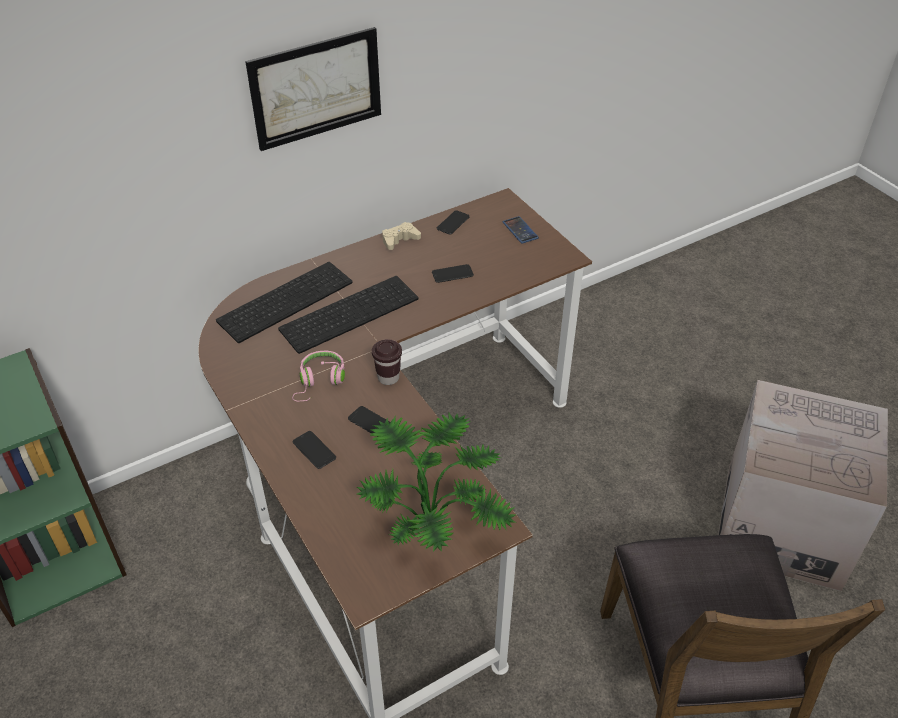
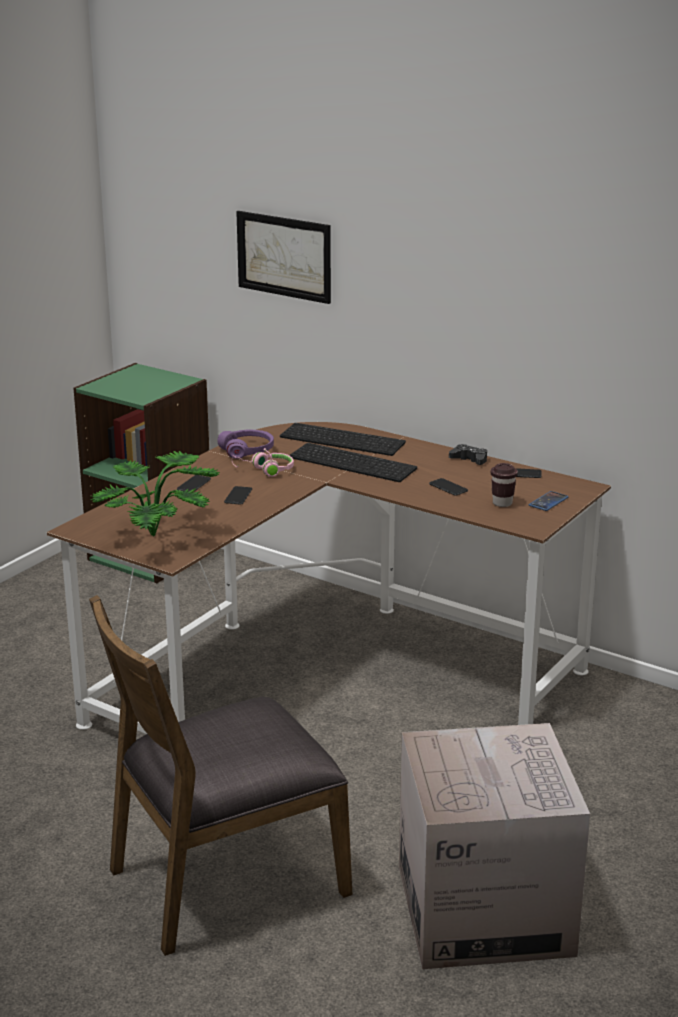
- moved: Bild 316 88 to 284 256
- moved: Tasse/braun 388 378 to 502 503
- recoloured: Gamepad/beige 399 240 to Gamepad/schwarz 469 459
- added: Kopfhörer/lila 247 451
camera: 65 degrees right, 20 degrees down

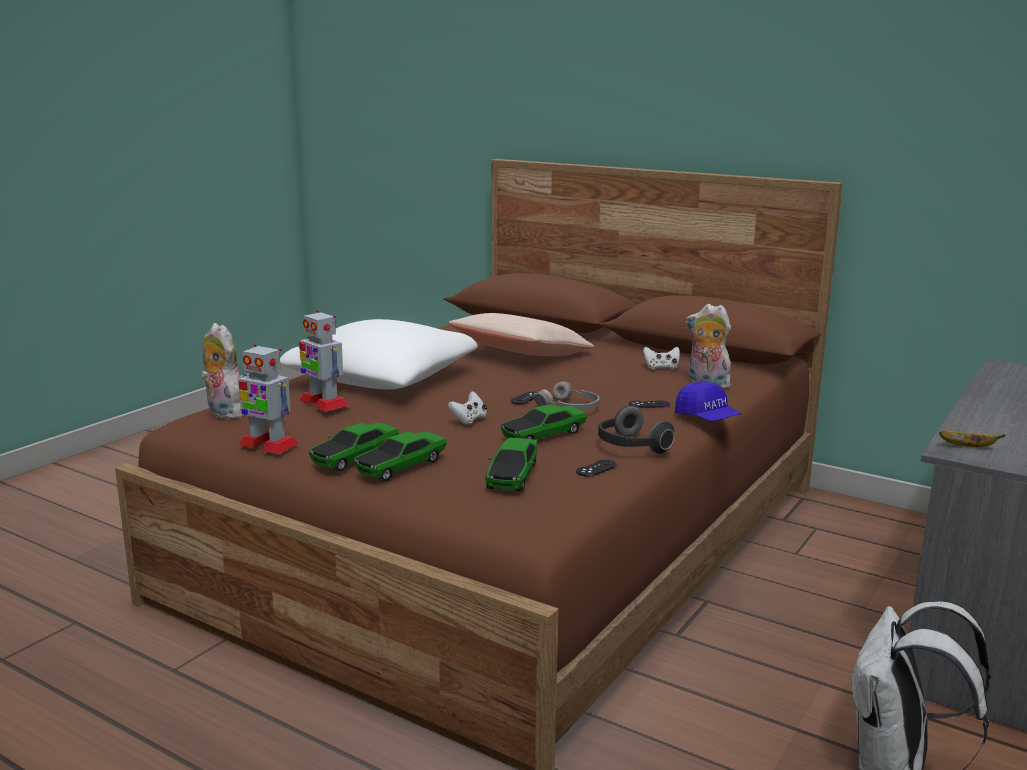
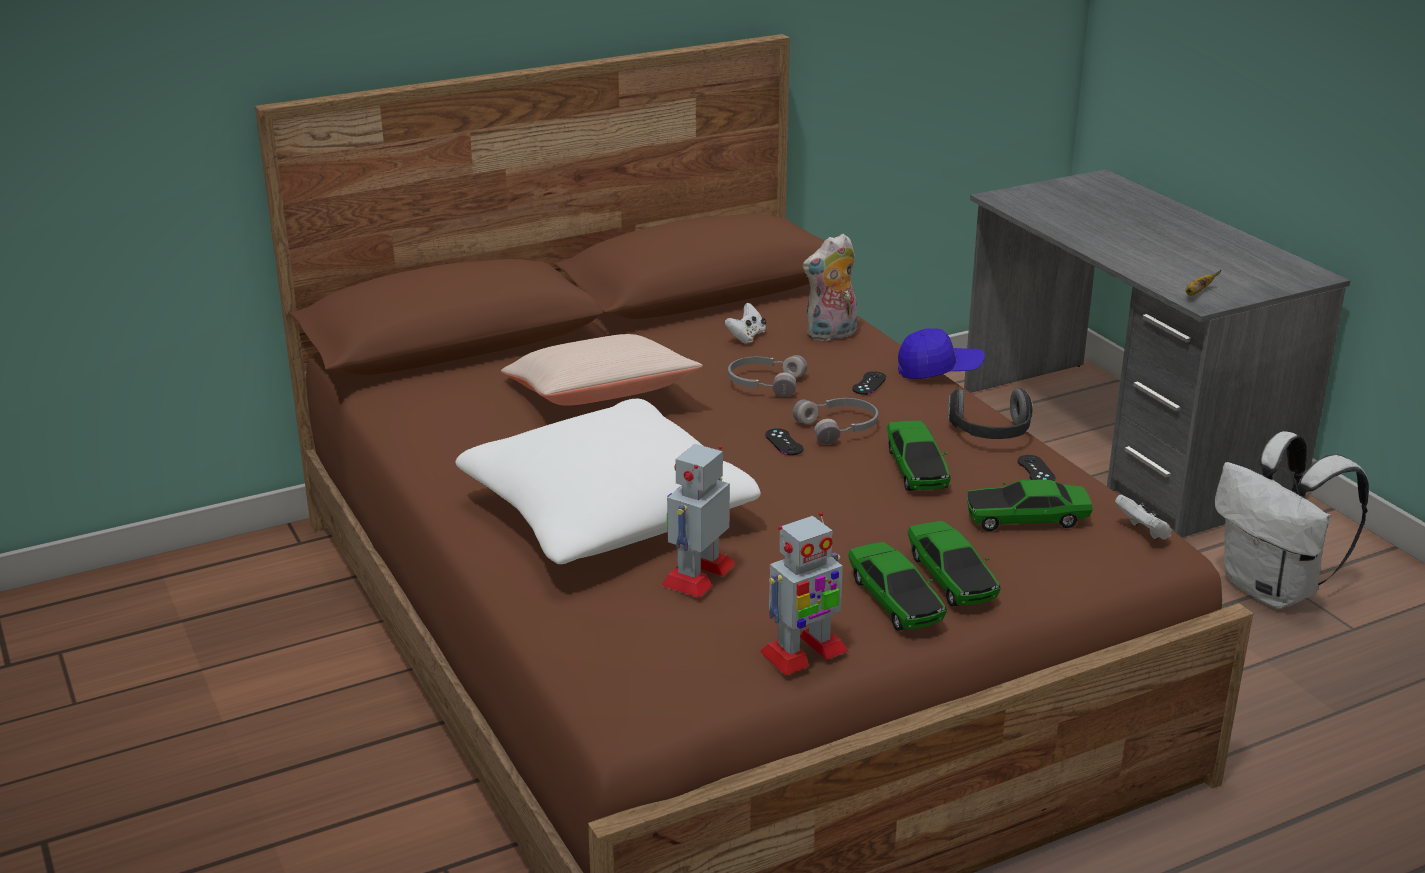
- removed: Plüschtier 223 413
- turned: Spielzeugroboter 323 402 = 698 574 135 degrees clockwise
- moved: Gamepad/weiß 469 420 to 1143 533
- turned: Spielzeugauto 513 475 = 1026 519 135 degrees clockwise
- added: Kopfhörer/grau 765 383
camera: 60 degrees left, 10 degrees up

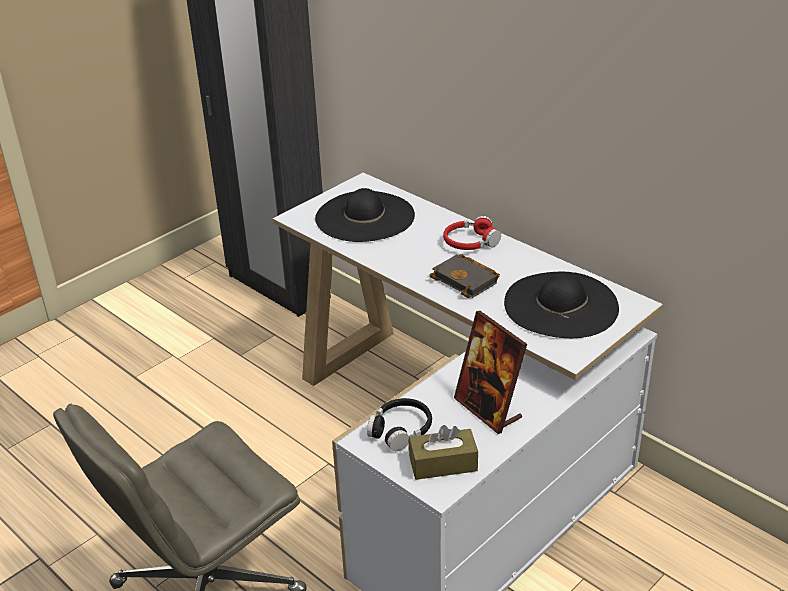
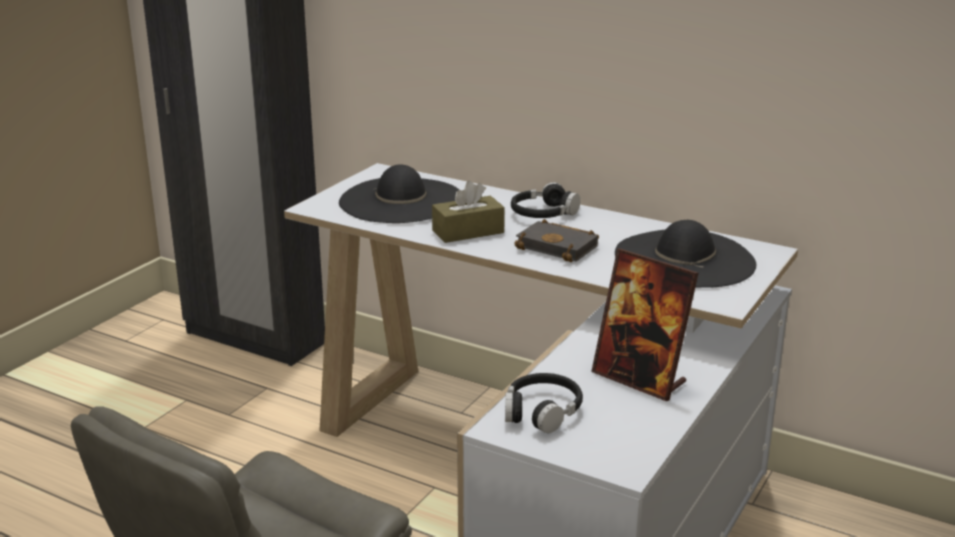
- moved: Taschentuchbox/braun 443 464 to 468 231
- recoloured: Kopfhörer/rot 470 242 to Kopfhörer/schwarz 543 213
camera: 15 degrees left, 10 degrees down

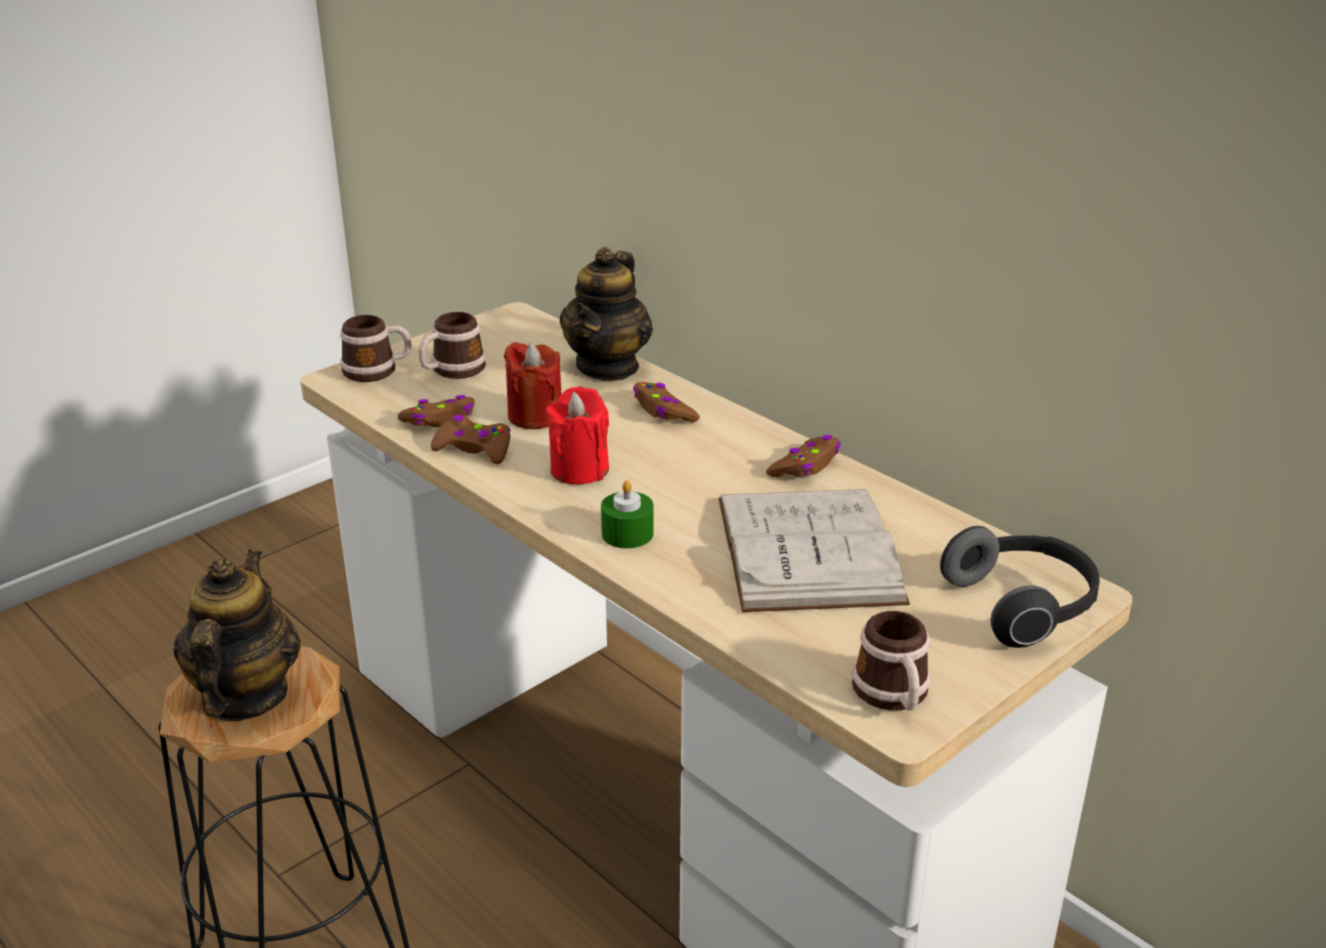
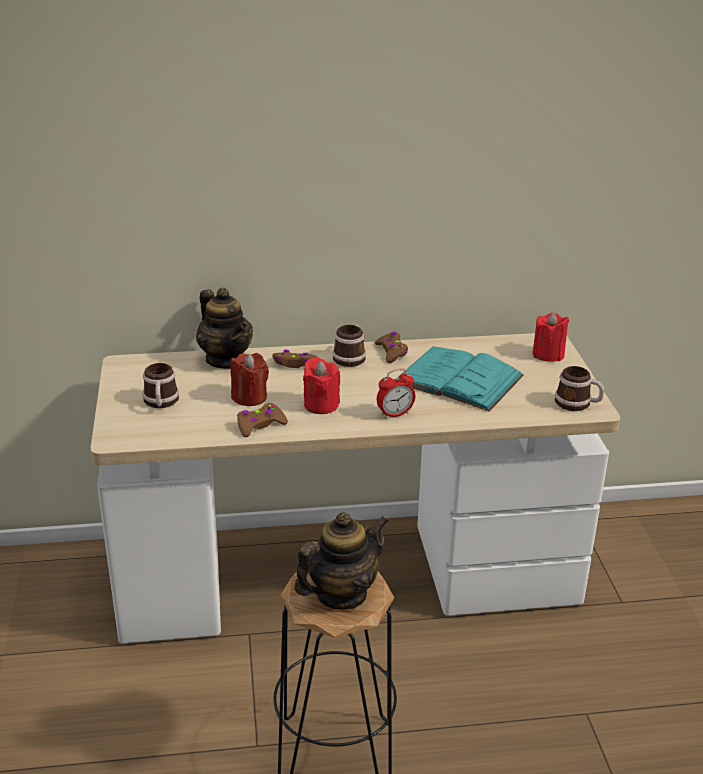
- turned: Teekanne 245 697 = 341 594 105 degrees clockwise
- moved: Henkelbecher 377 370 to 351 357
- removed: Gamepad/braun 440 420
- replaced: Kerze/grün 627 534 to Wecker 395 414
- recoloured: Buch/weiß 808 549 to Buch/türkis 458 379
- replaced: Kopfhörer 1022 606 to Kerze/rot 548 354
camera: 55 degrees left, 0 degrees up

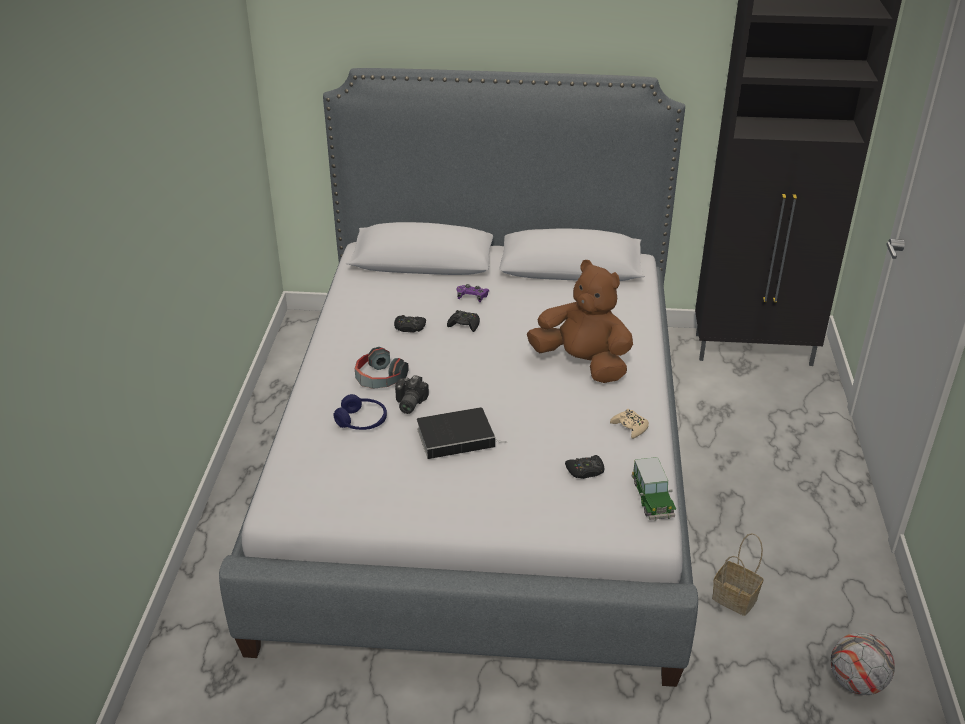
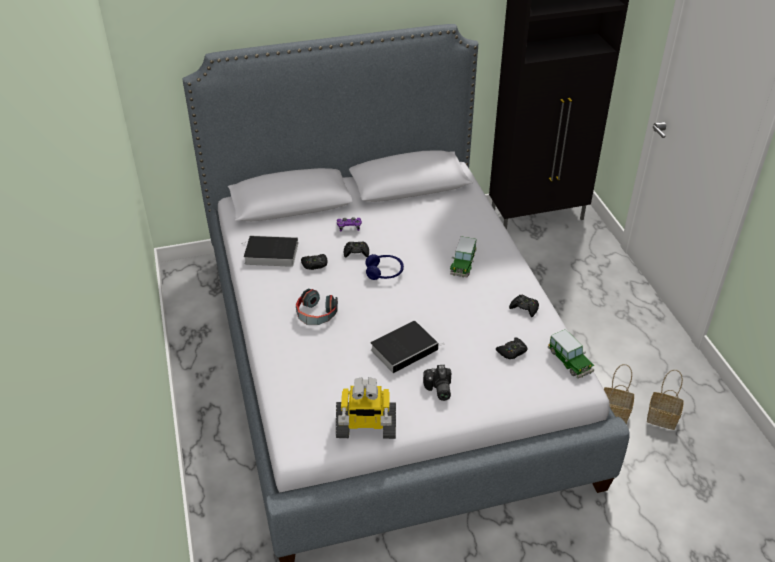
- moved: Kopfhörer/blau 362 421 to 384 272
- moved: Kamera 408 403 to 438 389
- replaced: Plüschtier/braun 582 363 to Spielzeugauto 463 264
- recoloured: Gamepad/beige 630 427 to Gamepad/schwarz 524 308
- removed: Fußball 856 682
- added: Buch 269 254
- added: Spielzeugroboter 365 427
- added: Korb 663 418
camera: 20 degrees left, 5 degrees up

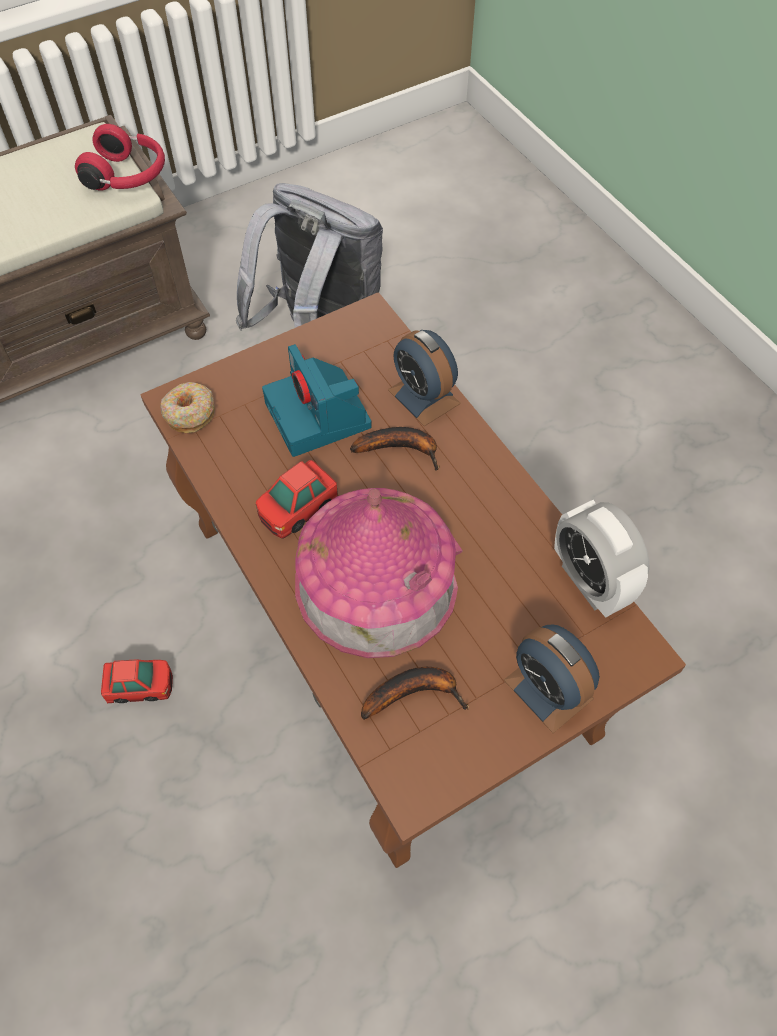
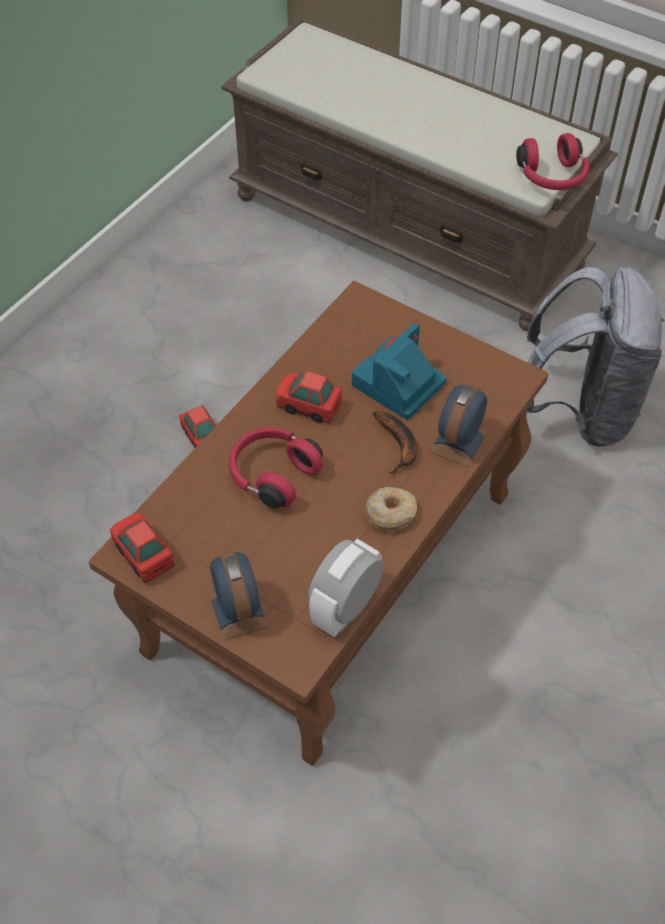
- moved: Donut 189 413 to 390 513
- replaced: Spielzeughaus 376 582 to Kopfhörer/rot 272 474
- removed: Banane 415 693
- turned: Wecker 548 689 = 238 609 135 degrees clockwise
- added: Spielzeugauto 143 554
camera: 65 degrees right, 5 degrees down

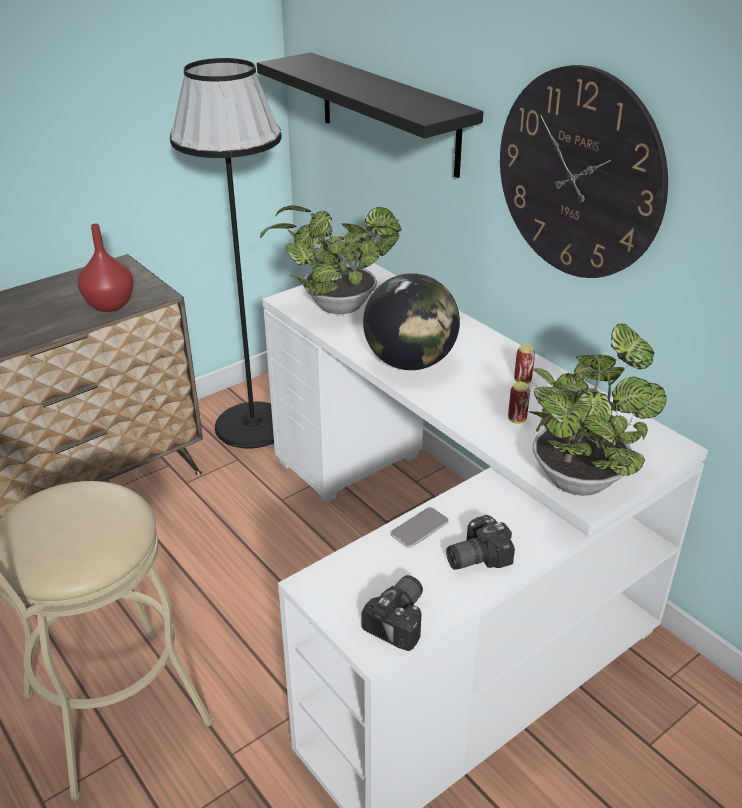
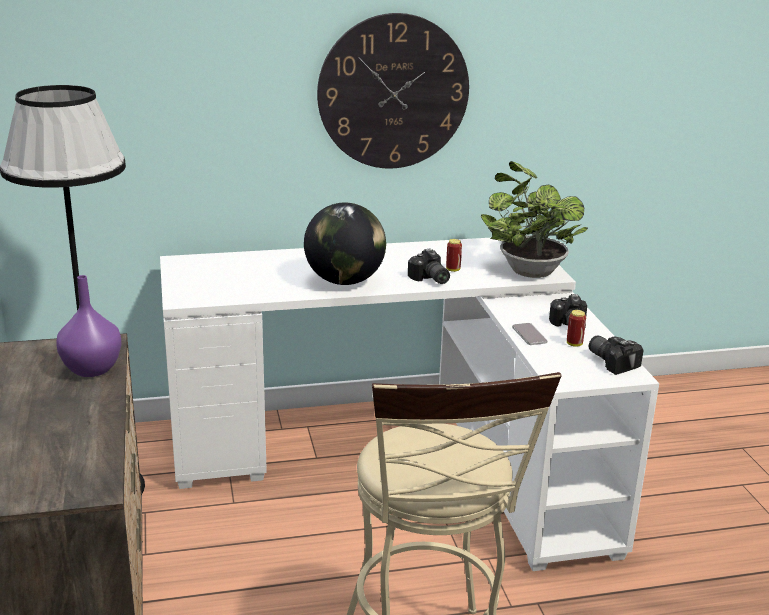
- recoloured: Vase/rot 109 305 to Vase/lila 91 369
- removed: Wandregal/schwarz 388 113
- removed: Topfpflanze 334 307
- moved: Dose 522 381 to 574 344
- added: Kamera 429 279
camera: 65 degrees left, 10 degrees down

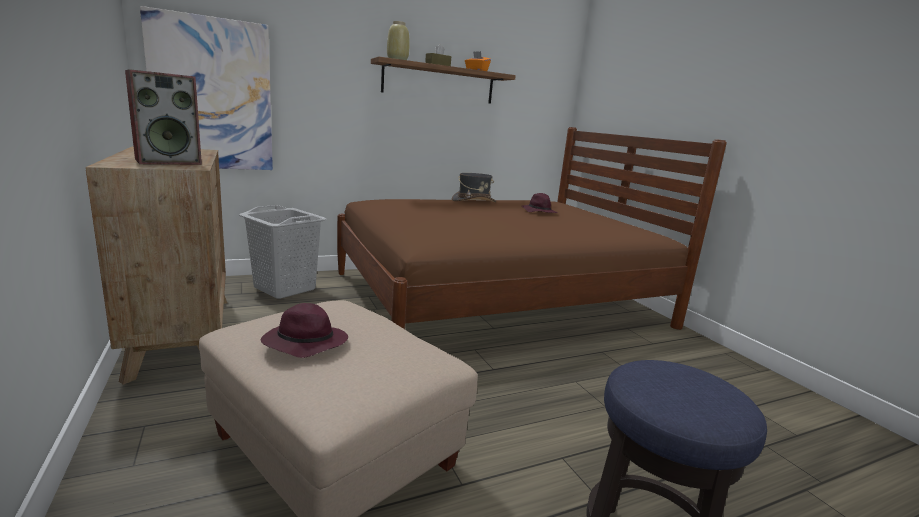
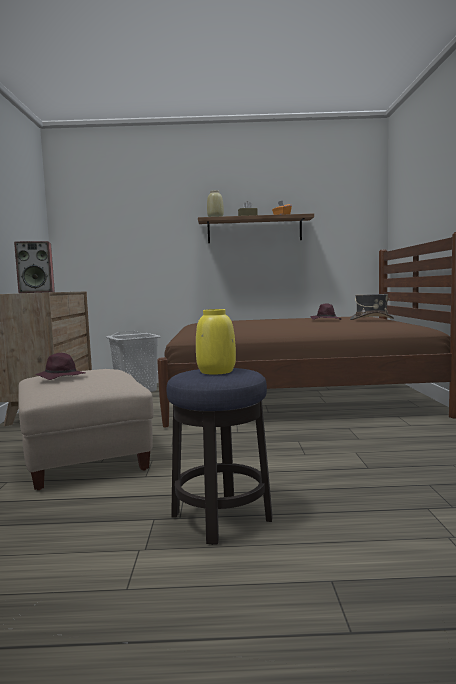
- removed: Bild 212 95
- moved: Hut/grau 473 201 to 371 319
- added: Vase/gelb 216 371
camera: 25 degrees right, 10 degrees down

